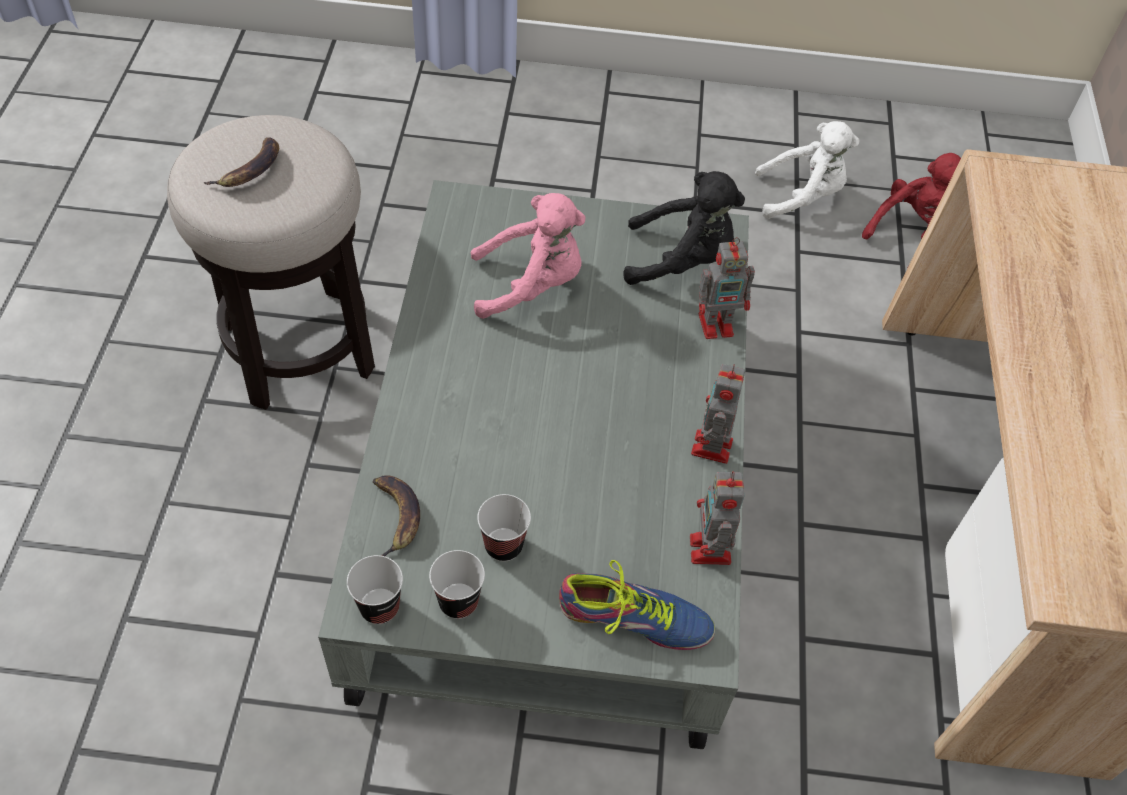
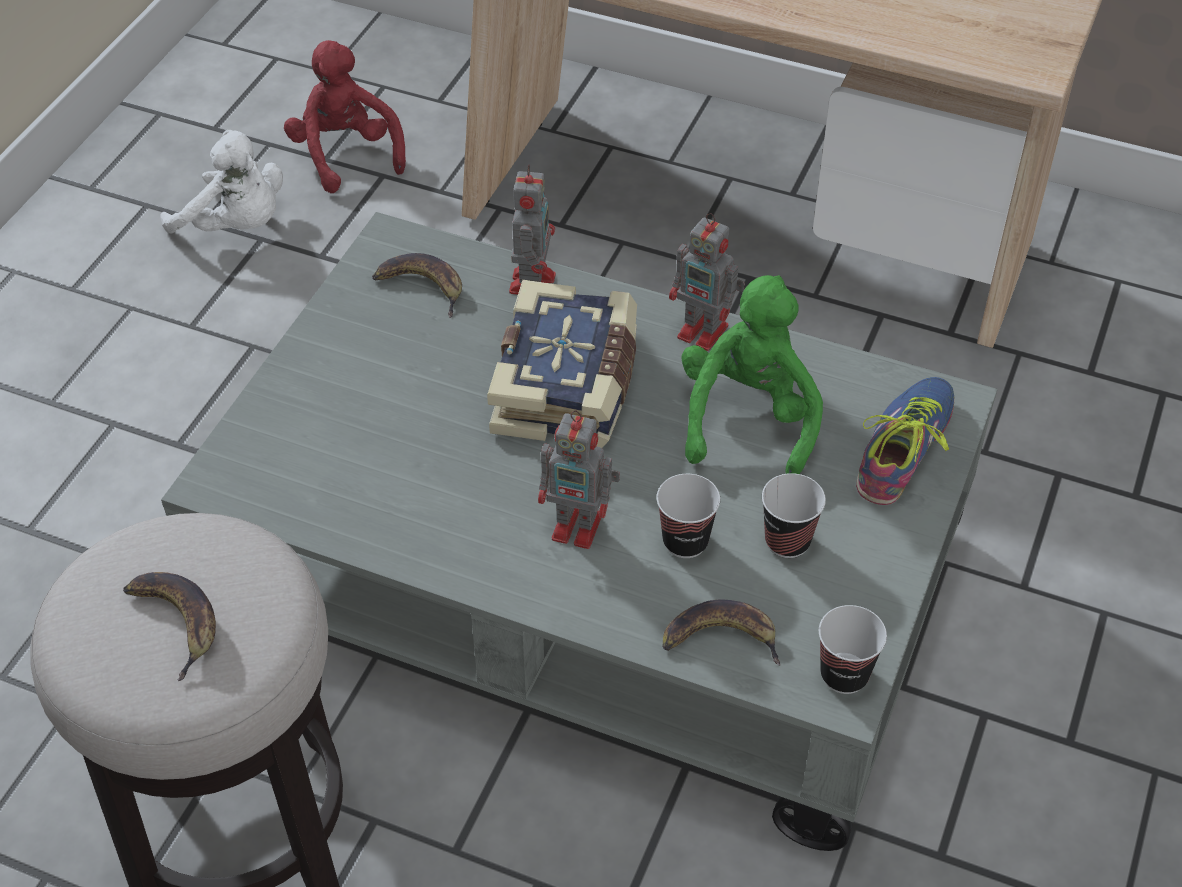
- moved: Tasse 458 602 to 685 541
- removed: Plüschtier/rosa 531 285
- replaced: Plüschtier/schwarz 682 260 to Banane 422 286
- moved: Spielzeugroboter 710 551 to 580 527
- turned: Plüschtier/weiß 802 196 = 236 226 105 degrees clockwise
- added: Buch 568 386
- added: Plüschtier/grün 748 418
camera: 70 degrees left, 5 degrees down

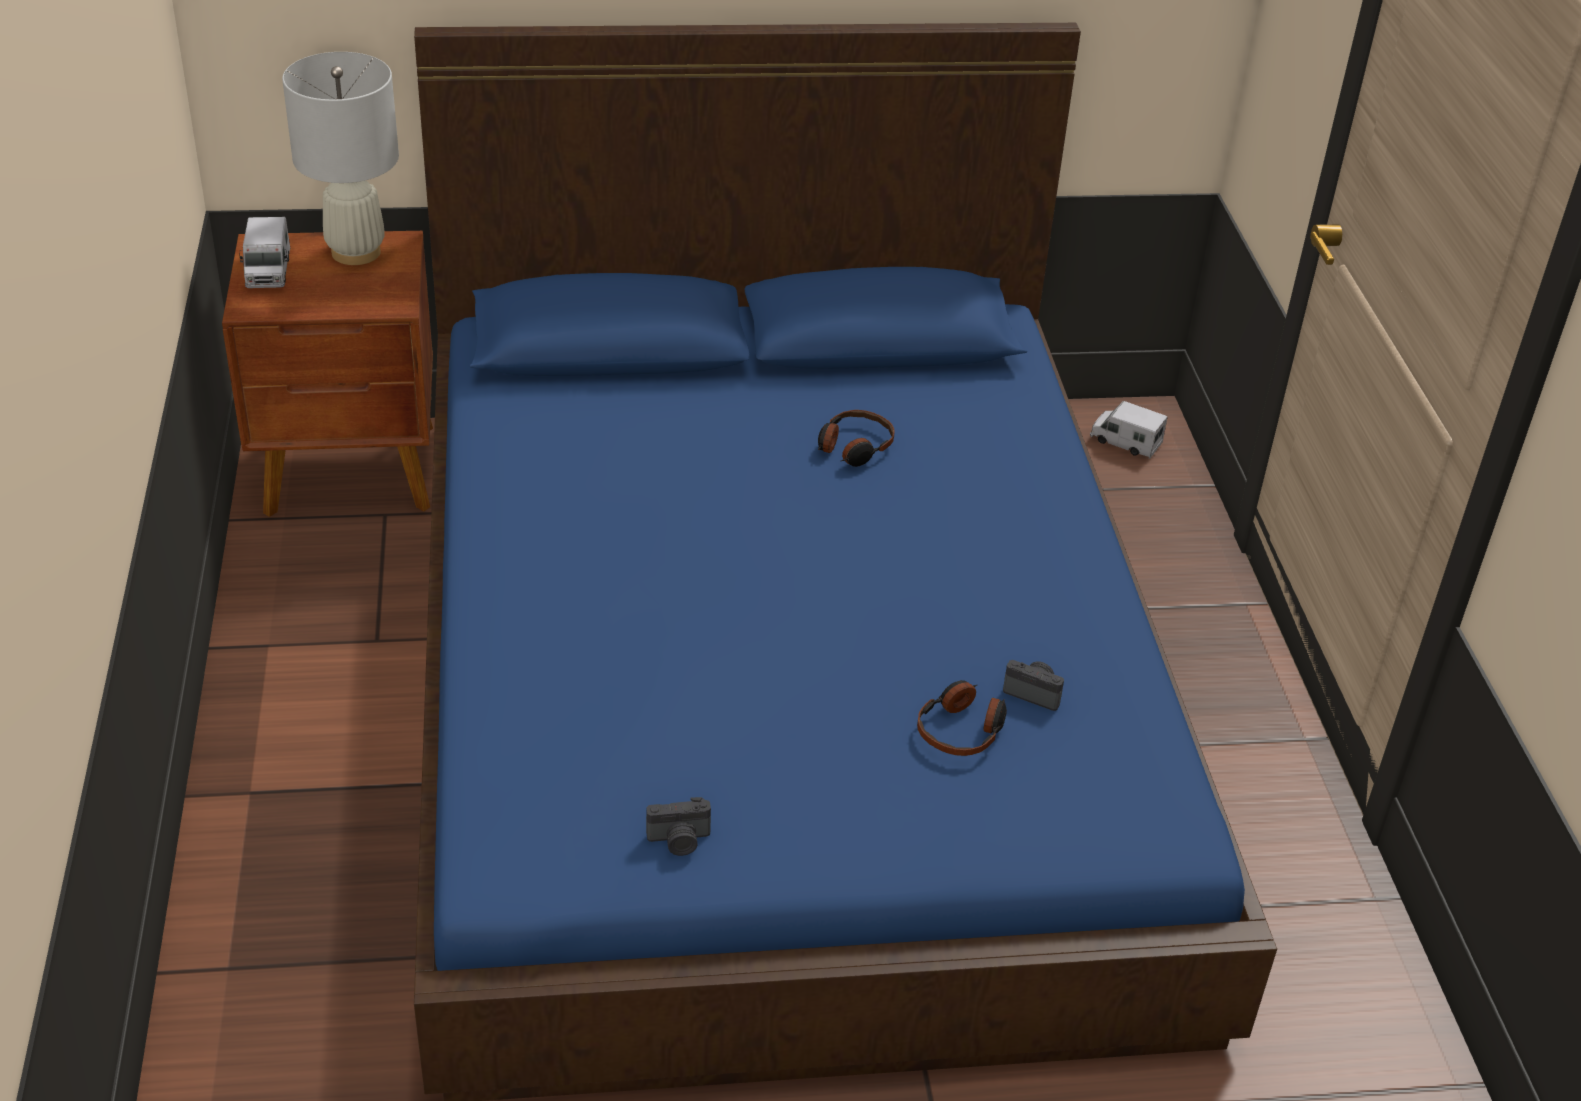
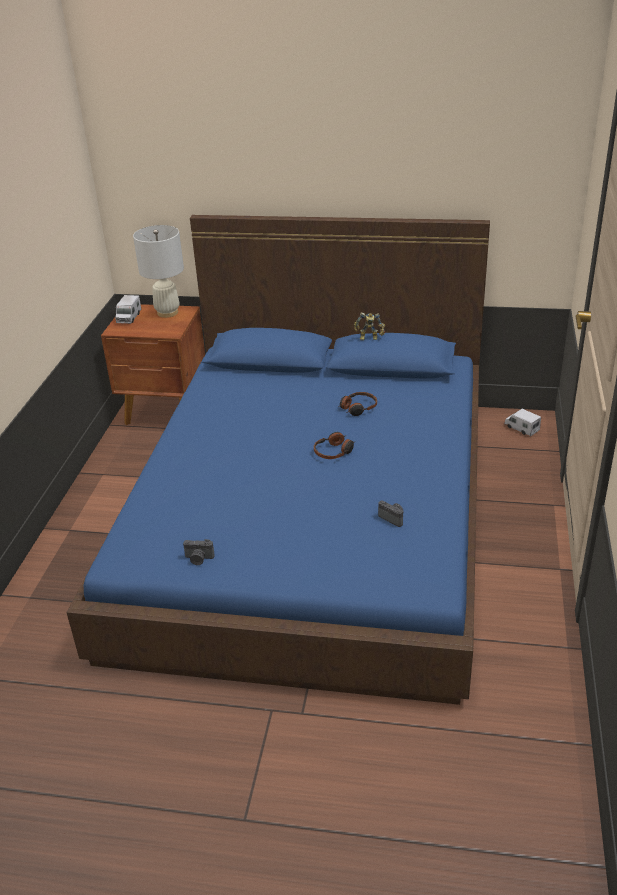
- moved: Kopfhörer 962 730 to 334 451
- added: Spielzeugroboter 369 338
camera: 20 degrees right, 5 degrees down

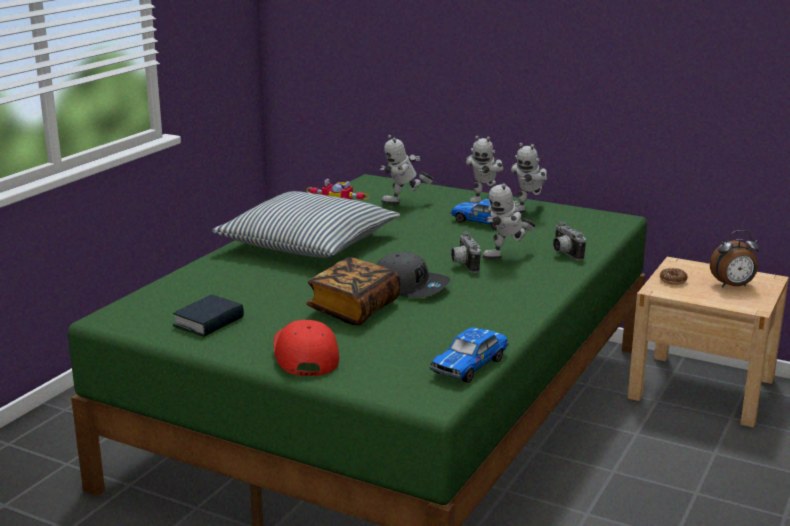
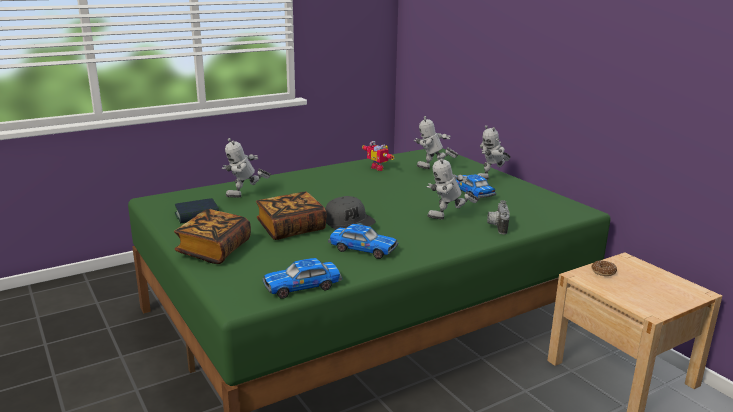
- removed: Kissen 308 243
- replaced: Kappe/rot 305 355 to Buch 214 250
- removed: Kamera 463 265
- moved: Spielzeugroboter 529 211 to 246 196
- removed: Wecker 733 286
- added: Spielzeugauto 362 249
camera: 30 degrees right, 0 degrees up

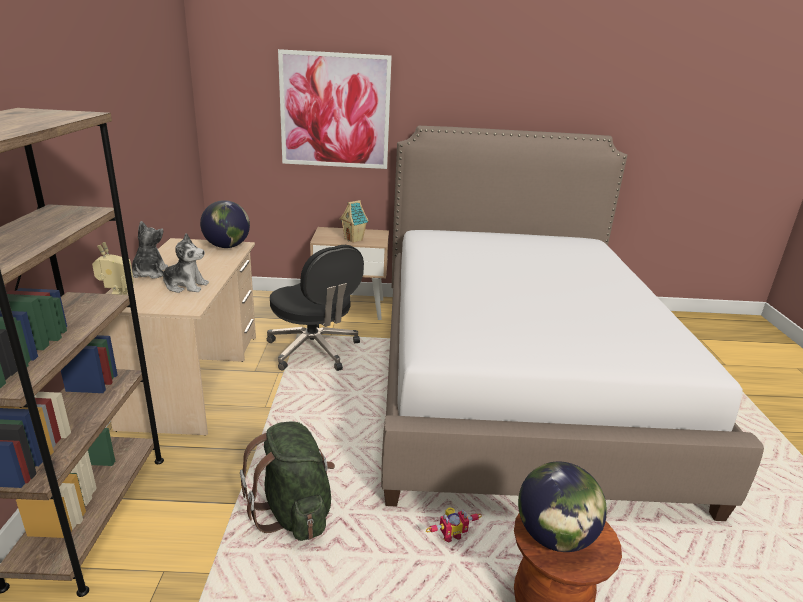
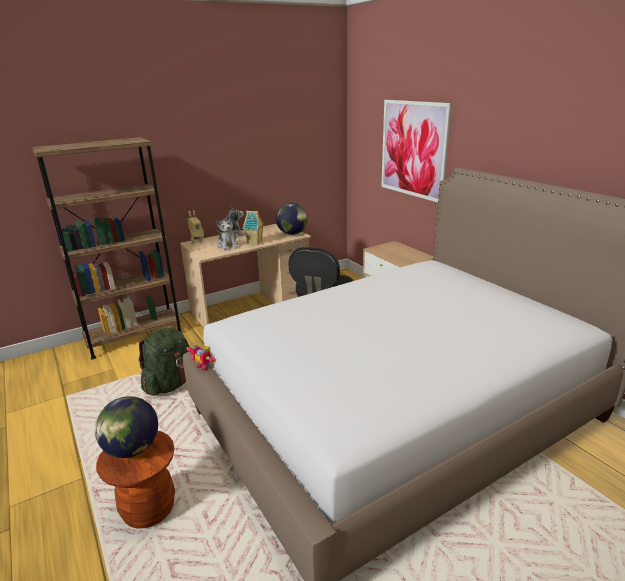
- moved: Spielzeughaus 354 239 to 255 242
- moved: Spielzeugroboter 450 535 to 204 366
camera: 60 degrees right, 0 degrees up

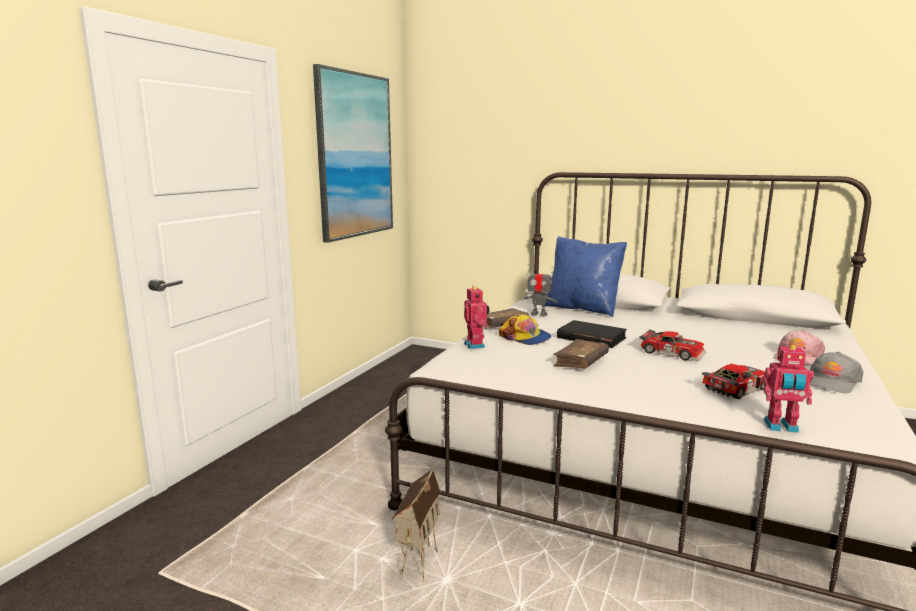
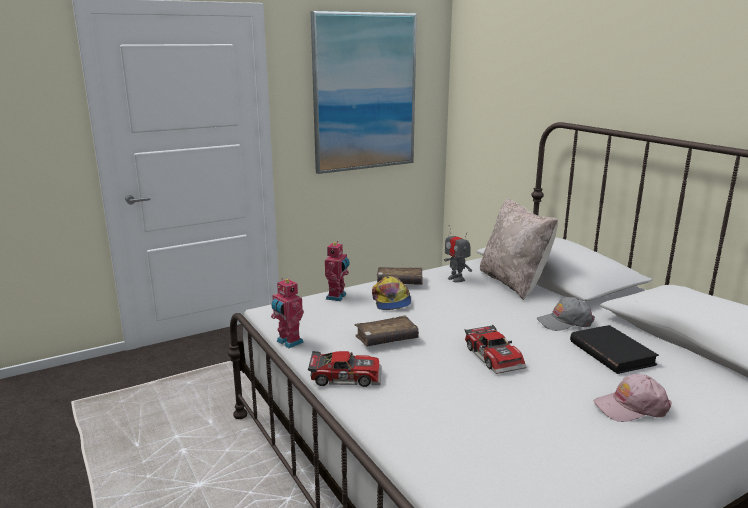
- removed: Spielzeughaus 417 562
- recoloured: Kissen/blau 582 308 to Kissen/beige 514 283
- moved: Buch/schwarz 591 338 to 611 353
- moved: Spielzeugauto 734 388 to 345 376
- moved: Spielzeugroboter 781 427 to 288 342
- moved: Kappe/grau 832 382 to 565 322
camera: 35 degrees right, 5 degrees up

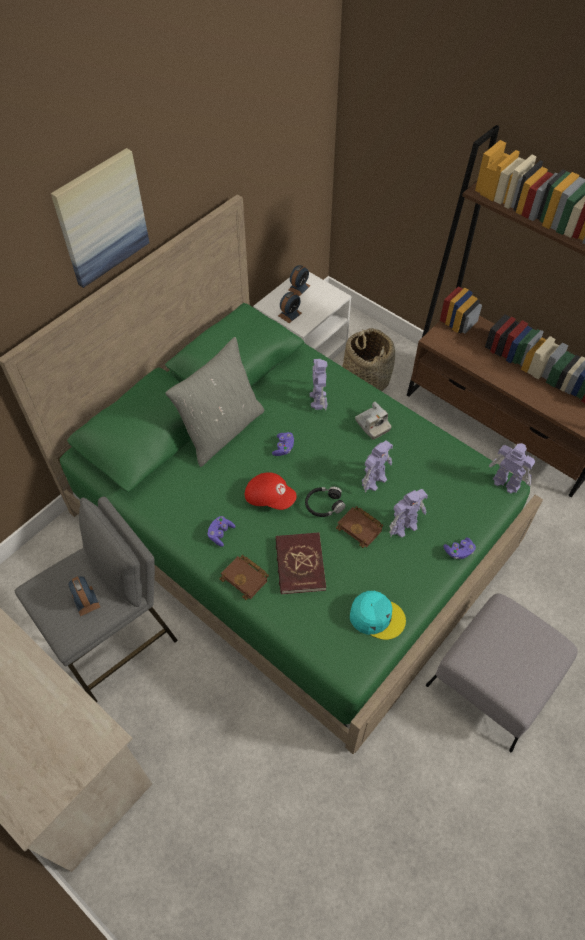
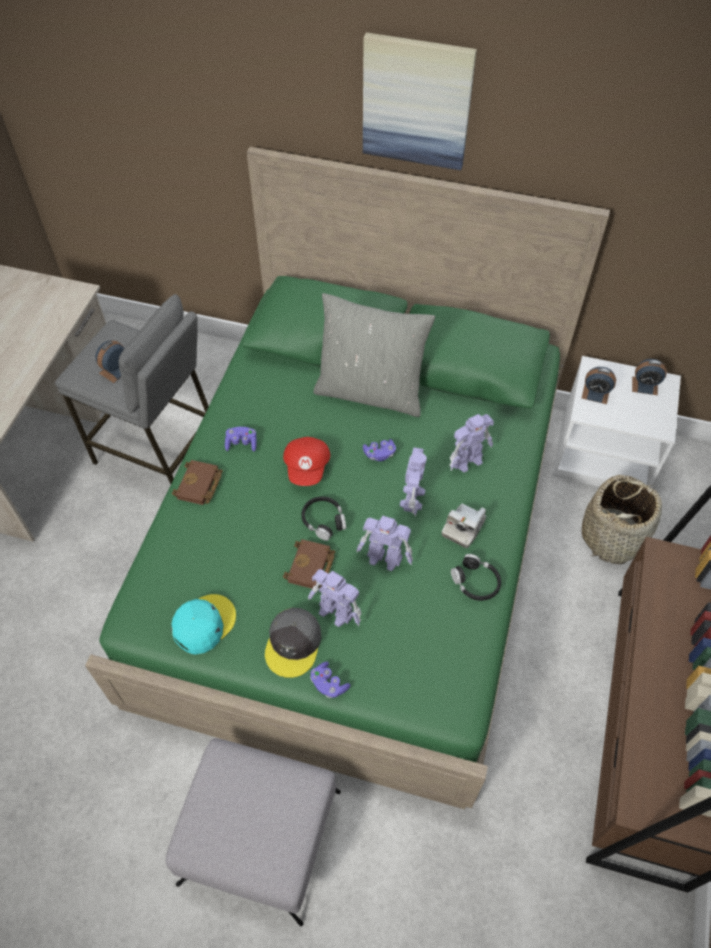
- removed: Buch/rot 299 564
- turned: Kappe/türkis 376 616 = 203 624 135 degrees counterclockwise
- moved: Spielzeugroboter 505 482 to 412 497
- added: Kappe/grau 293 644
- added: Kopfhörer/schwarz 475 582
camera: 65 degrees right, 0 degrees up

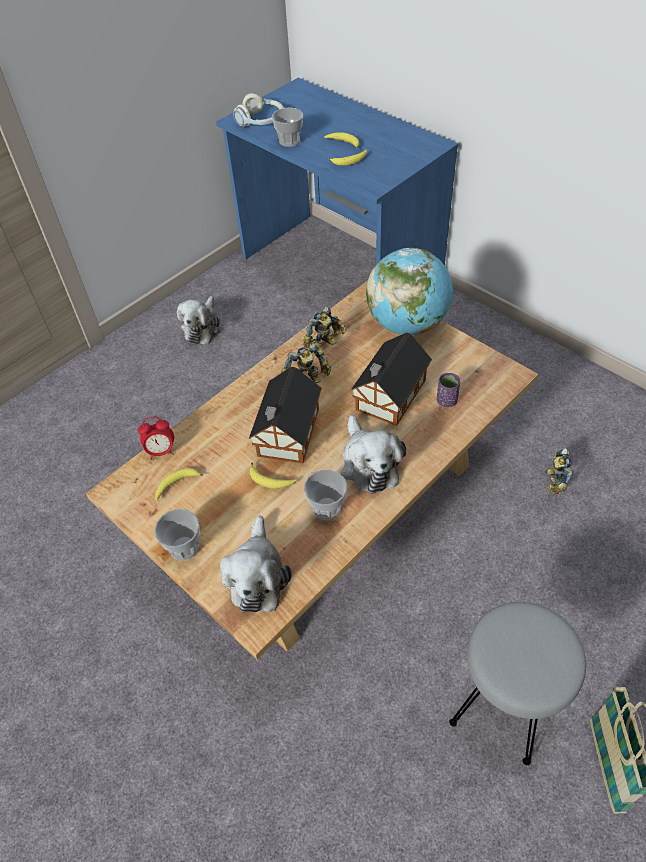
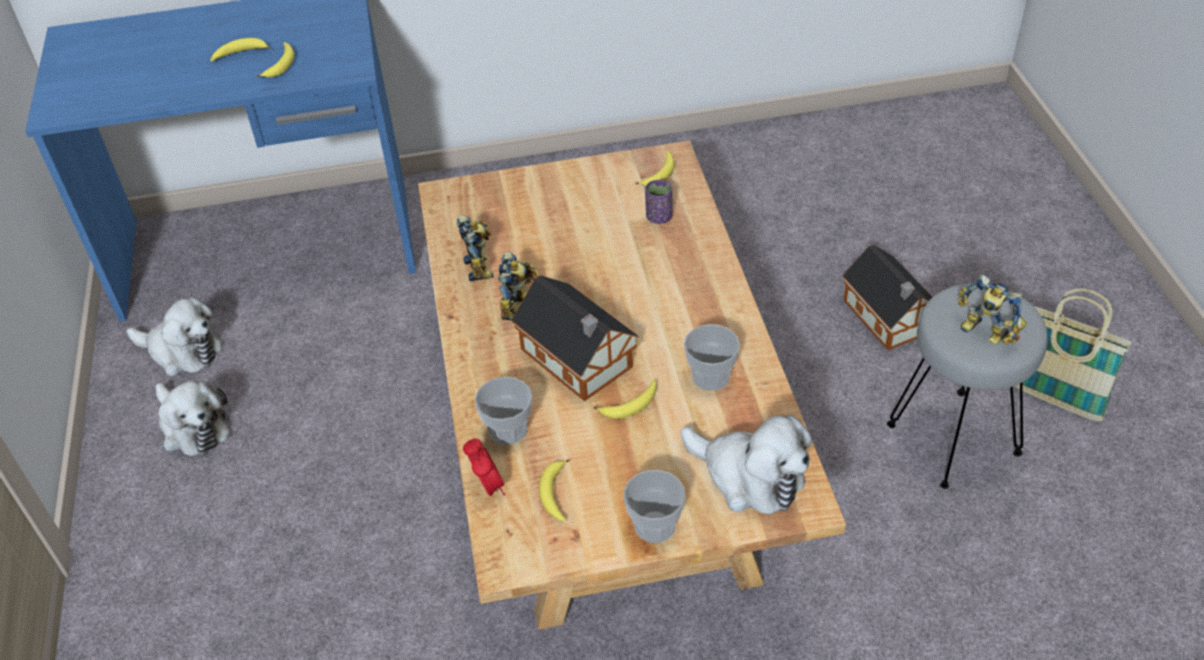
- turned: Wecker 161 451 = 488 487 45 degrees counterclockwise
- removed: Kopfhörer 261 121
- moved: Tasse 289 141 to 508 430
- moved: Plüschtier 368 464 to 182 351
- moved: Spielzeughaus 388 396 to 888 319
- removed: Globus 407 324
- moved: Spielzeugroboter 553 481 to 983 333
- added: Banane 659 174
camera: 55 degrees left, 5 degrees down

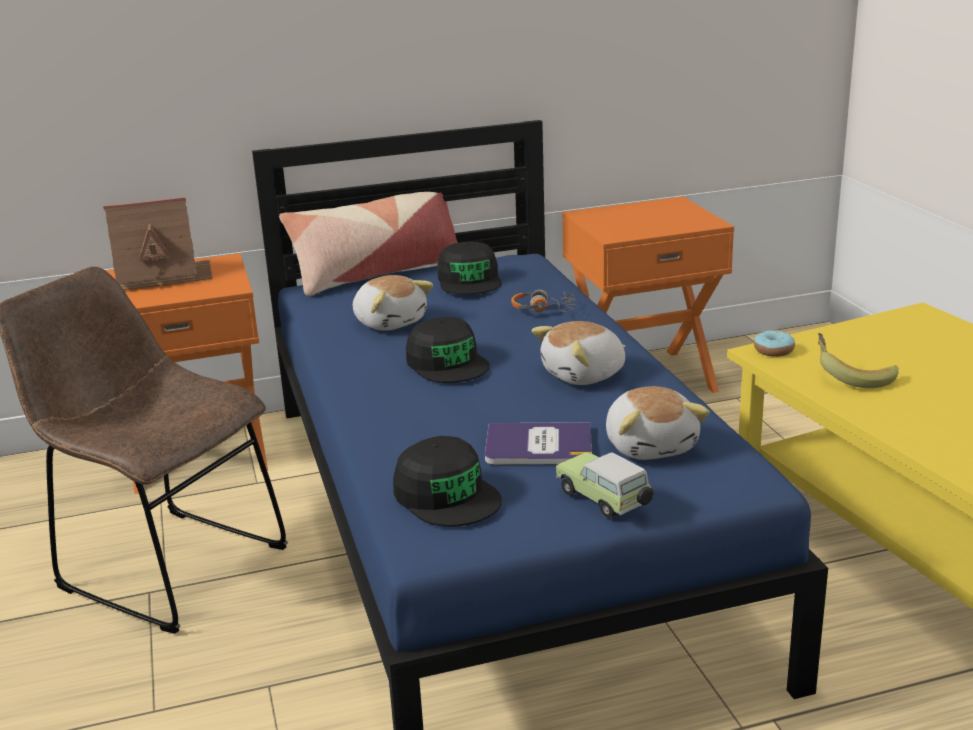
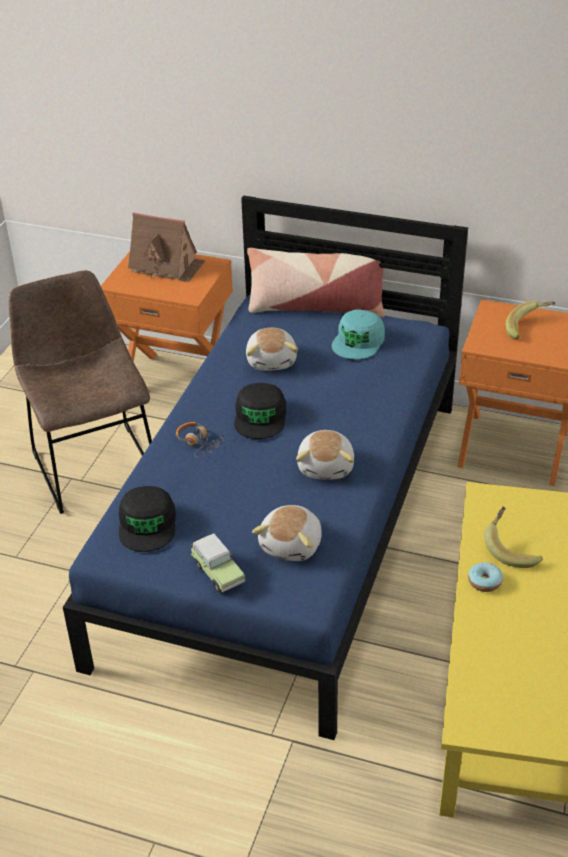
- recoloured: Kappe/schwarz 469 280 to Kappe/türkis 358 341
- removed: Buch 538 446
- moved: Kopfhörer 543 309 to 198 443
- turned: Plüschtier 585 375 = 326 466 90 degrees counterclockwise
- turned: Spielzeugauto 605 500 = 217 572 150 degrees clockwise
- moved: Donut 773 350 to 484 581
- added: Banane 528 329
camera: 35 degrees right, 15 degrees up

